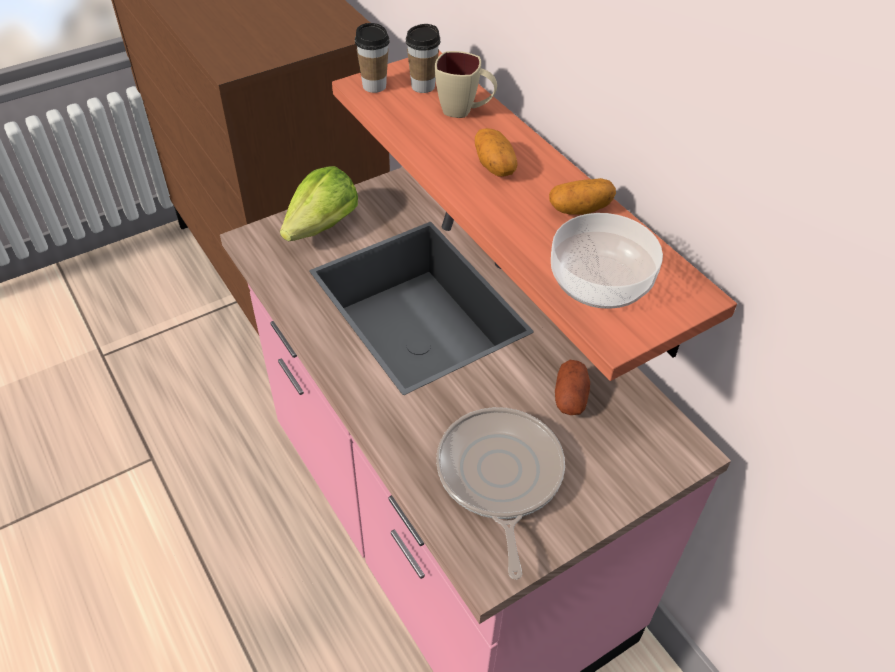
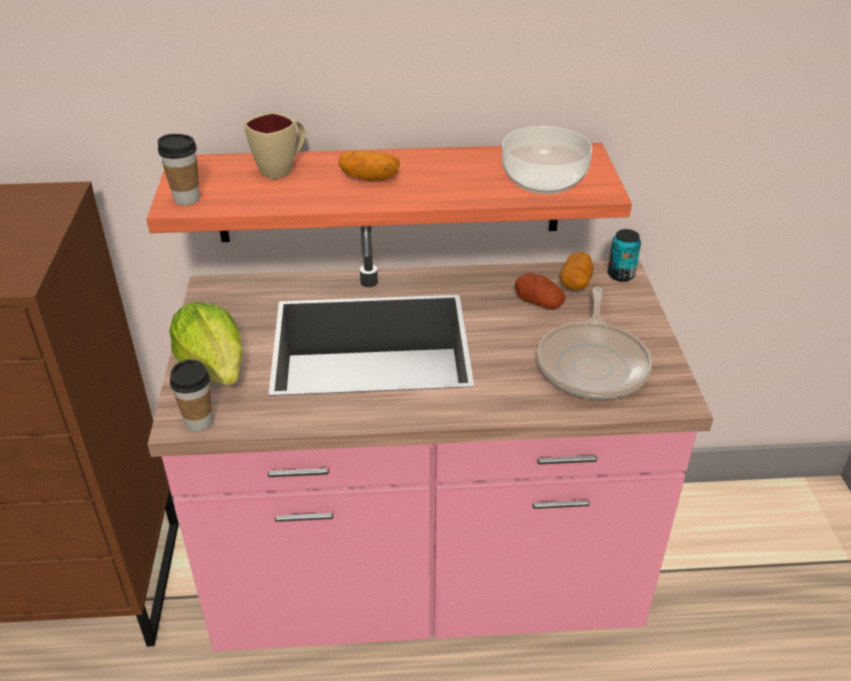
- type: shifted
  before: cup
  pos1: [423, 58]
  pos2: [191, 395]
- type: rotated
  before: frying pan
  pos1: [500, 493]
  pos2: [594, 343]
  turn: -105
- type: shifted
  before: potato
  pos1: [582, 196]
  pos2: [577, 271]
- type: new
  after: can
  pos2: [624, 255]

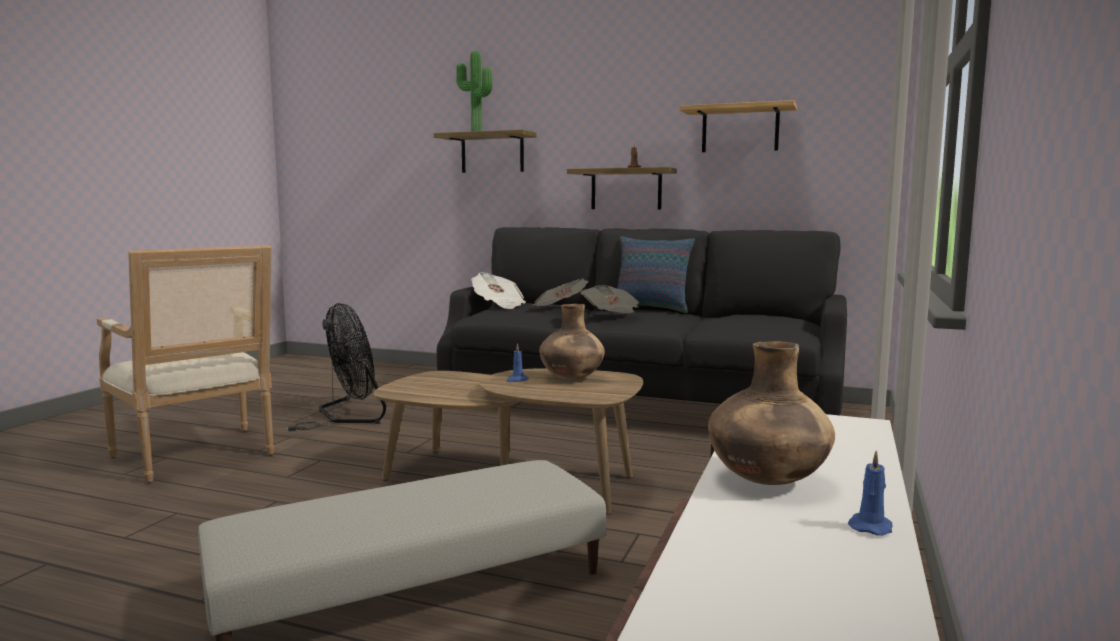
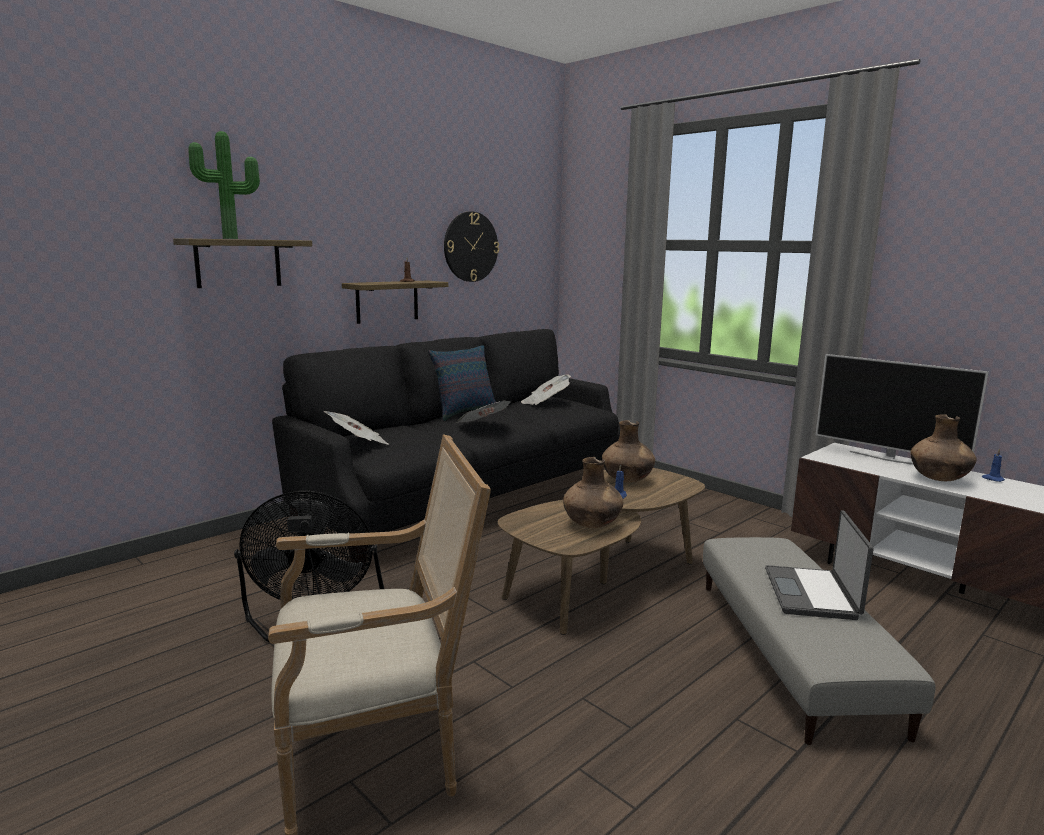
- type: swapped
  before: shelf
  after: wall clock
  pos1: [738, 126]
  pos2: [471, 247]
- type: shifted
  before: newspaper
  pos1: [560, 292]
  pos2: [546, 390]
- type: new
  after: vase/brown
  pos2: [593, 492]
- type: new
  after: laptop
  pos2: [819, 565]
- type: new
  after: television
  pos2: [902, 409]

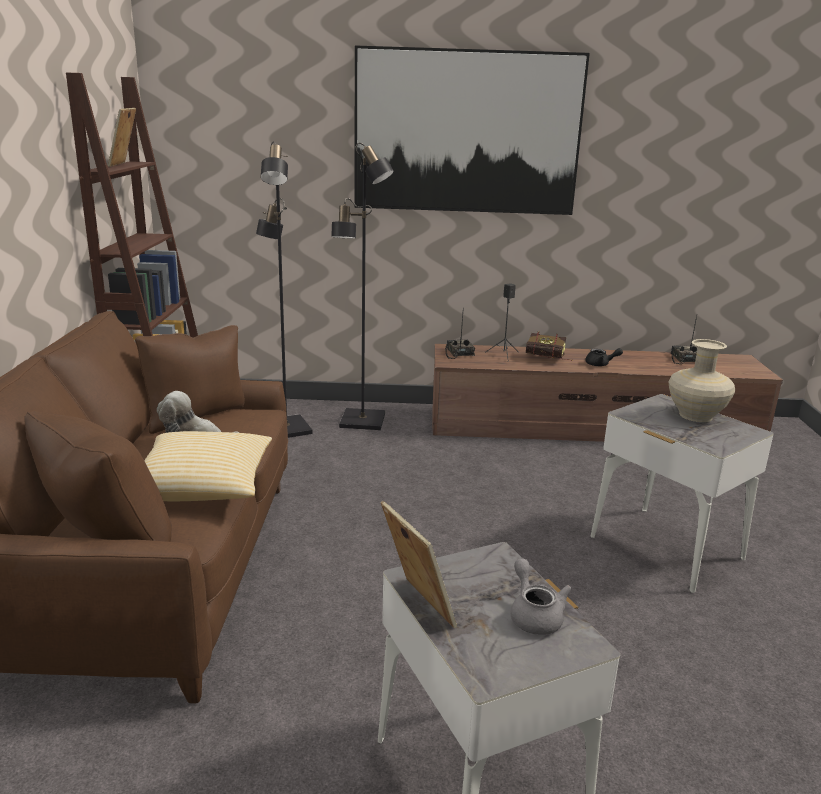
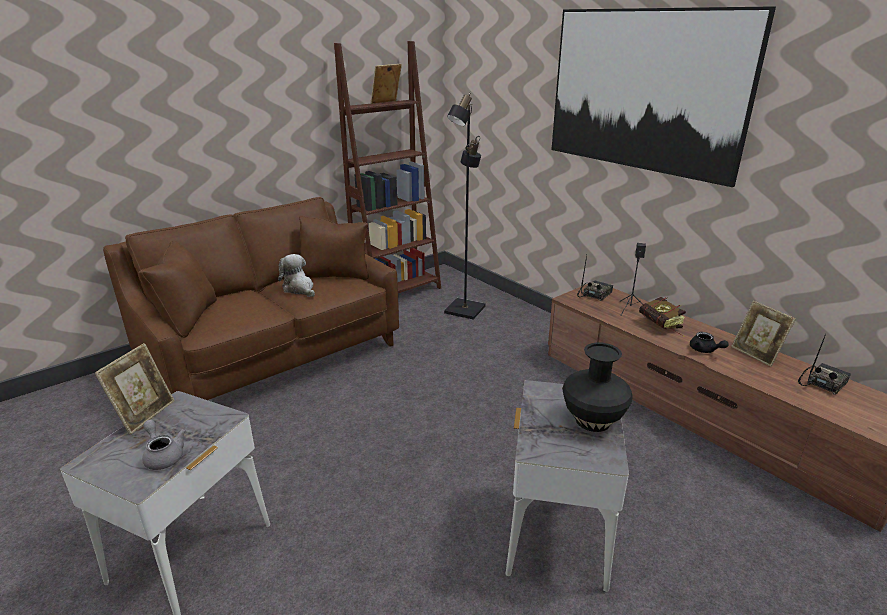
- type: rotated
  before: teapot/grey
  pos1: [541, 597]
  pos2: [164, 445]
  turn: -75
- type: repainted
  before: vase/beige
  after: vase/black
  pos1: [702, 380]
  pos2: [597, 387]
- type: new
  after: picture frame
  pos2: [763, 333]
- type: gone
  before: pillow
  pos1: [208, 466]
- type: gone
  before: floor lamp/black
  pos1: [362, 286]

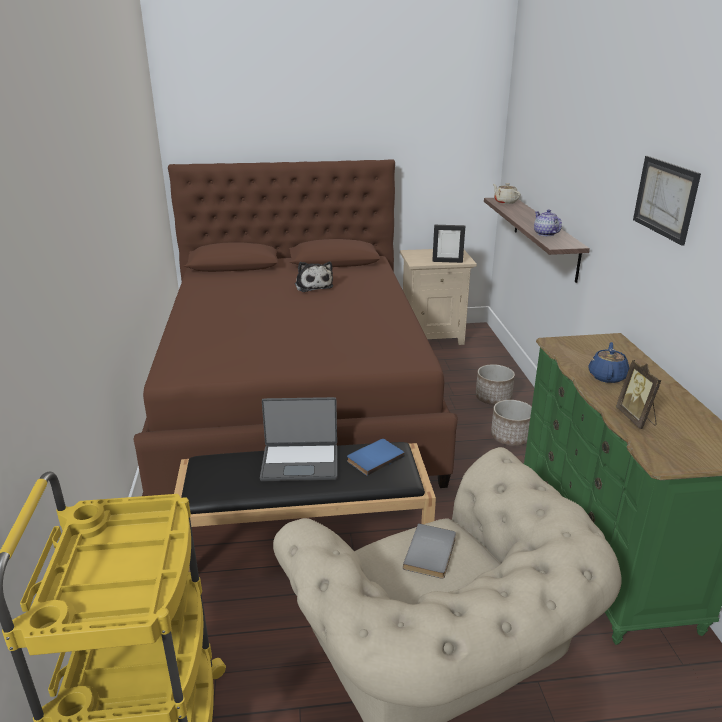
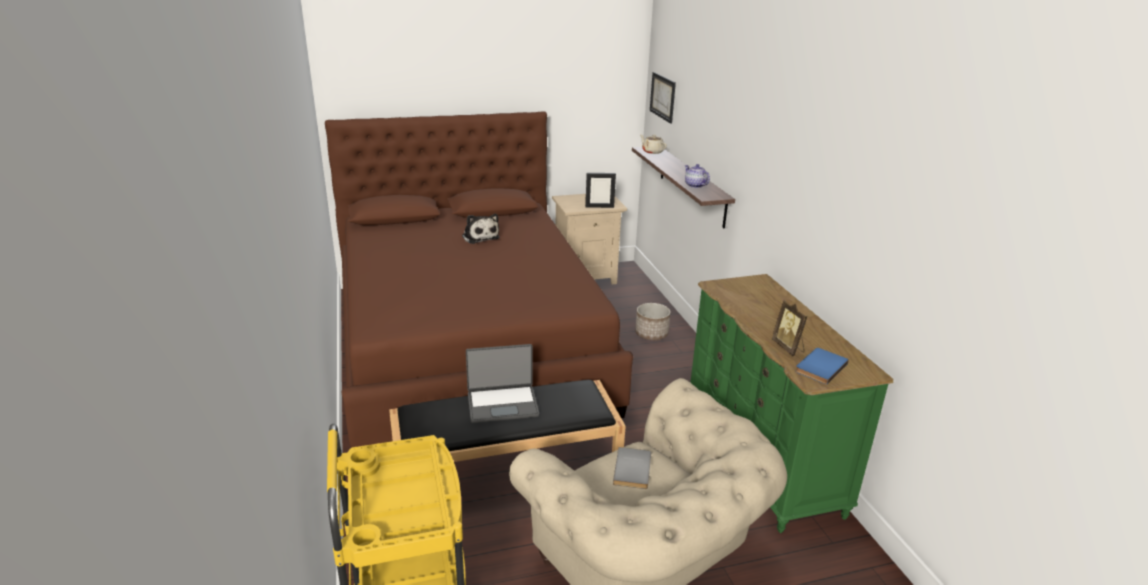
- type: shifted
  before: picture
  pos1: [667, 200]
  pos2: [663, 98]
- type: shifted
  before: book/blue
  pos1: [376, 457]
  pos2: [822, 366]
- type: gone
  before: planter
  pos1: [511, 423]
- type: gone
  before: teapot/blue
  pos1: [608, 362]

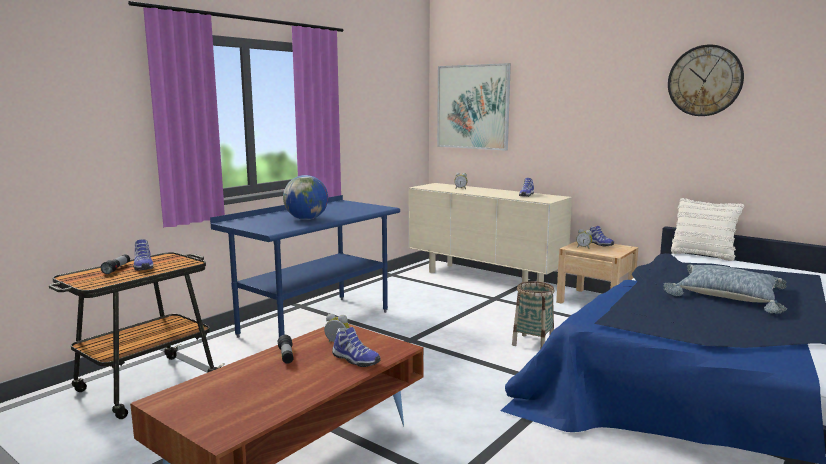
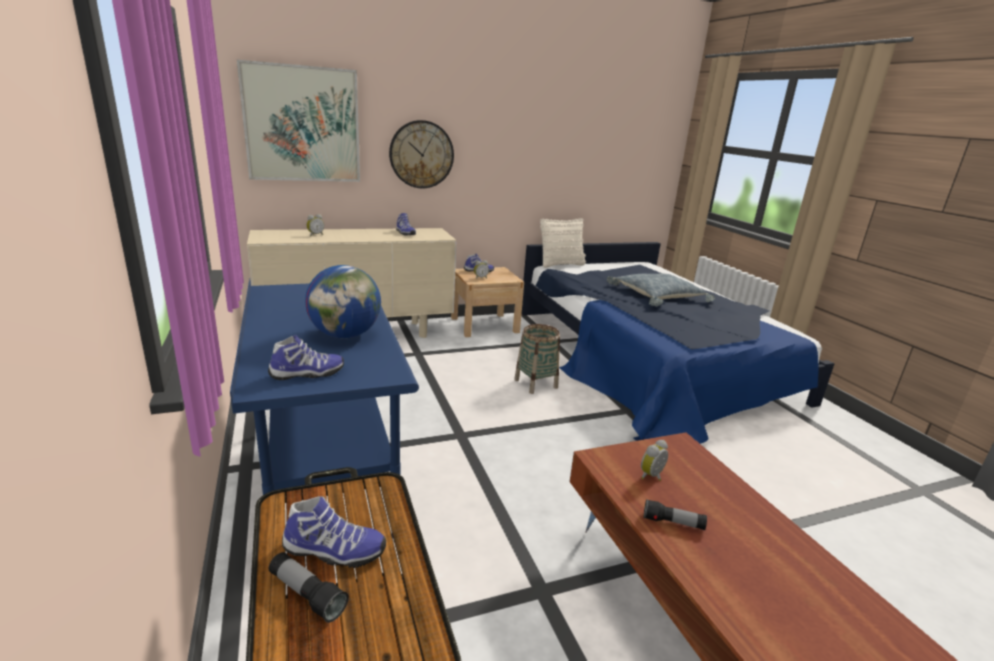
- type: shifted
  before: shoe
  pos1: [356, 347]
  pos2: [306, 357]
- type: shifted
  before: wall clock
  pos1: [706, 80]
  pos2: [421, 154]

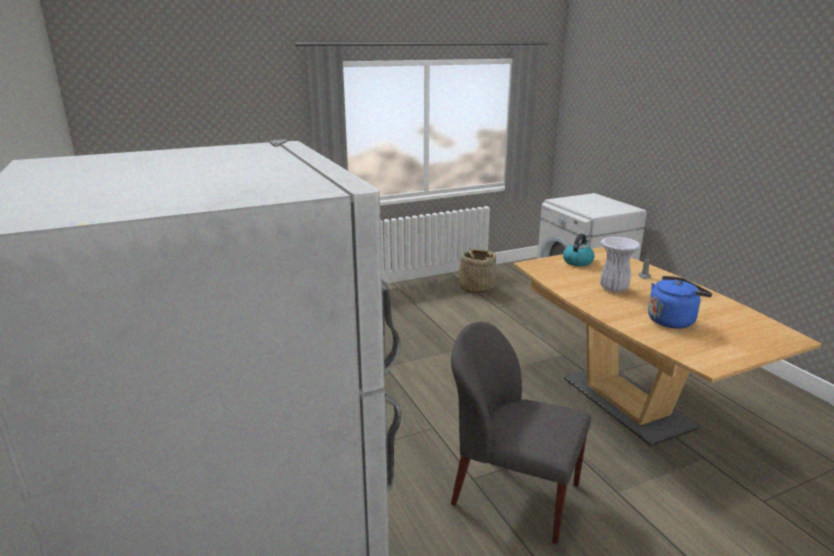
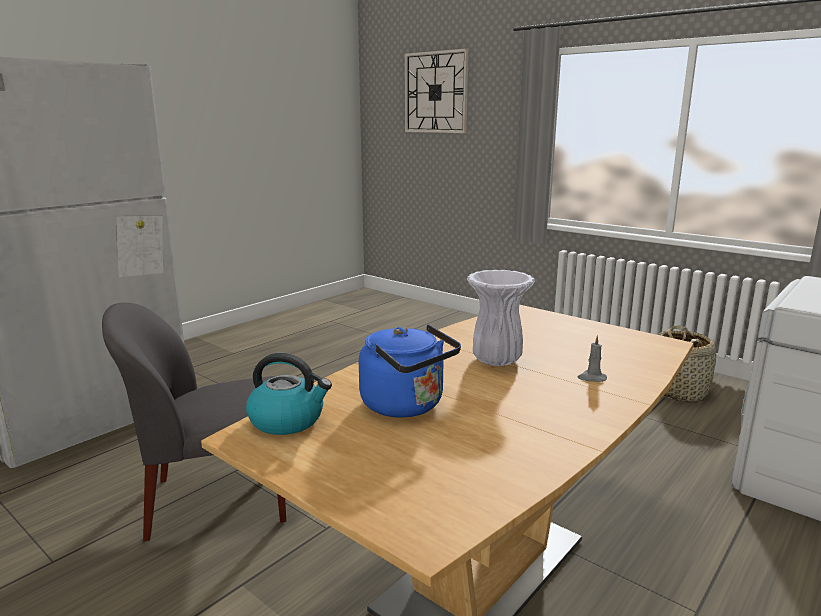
- type: rotated
  before: chair/grey
  pos1: [521, 433]
  pos2: [194, 422]
  turn: -105
- type: shifted
  before: kettle
  pos1: [579, 250]
  pos2: [289, 394]
- type: new
  after: wall clock
  pos2: [437, 90]

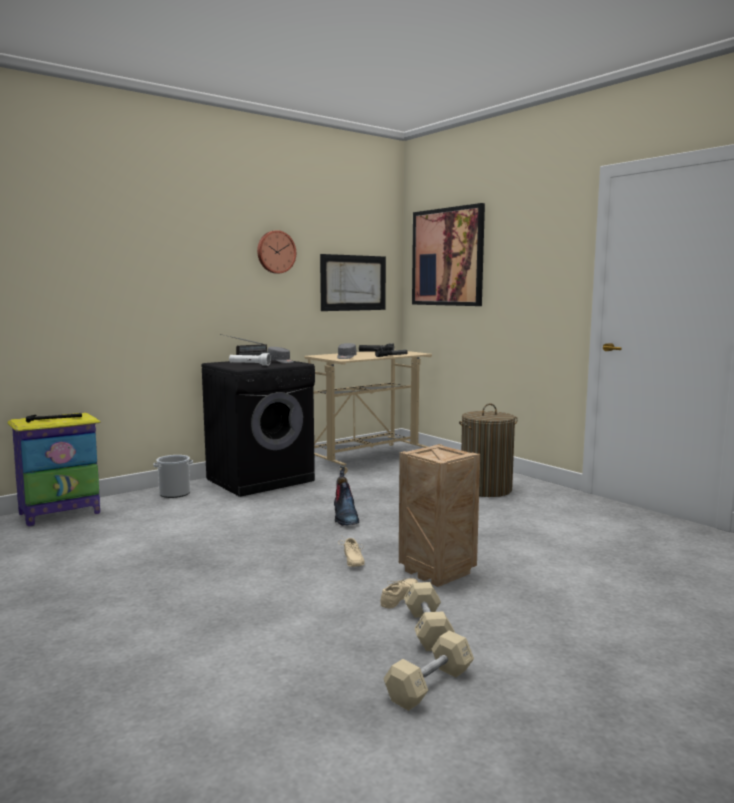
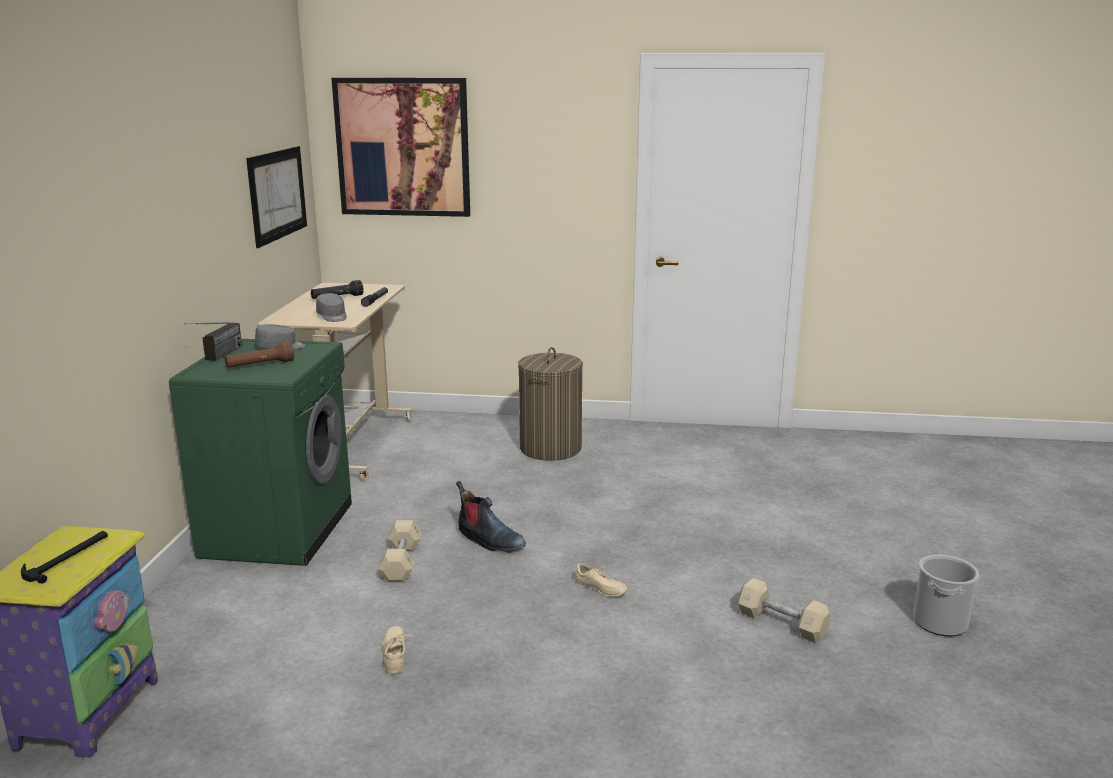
- type: repainted
  before: washing machine/black
  after: washing machine/green
  pos1: [258, 428]
  pos2: [260, 452]
- type: repainted
  before: flashlight/white
  after: flashlight/brown
  pos1: [250, 359]
  pos2: [259, 355]
- type: shifted
  before: dumbbell/beige
  pos1: [429, 671]
  pos2: [400, 551]
- type: shifted
  before: shoe/beige
  pos1: [399, 593]
  pos2: [396, 650]
- type: shifted
  before: bucket
  pos1: [173, 476]
  pos2: [946, 595]
- type: gone
  before: wall clock
  pos1: [276, 252]
- type: gone
  before: crate
  pos1: [439, 515]

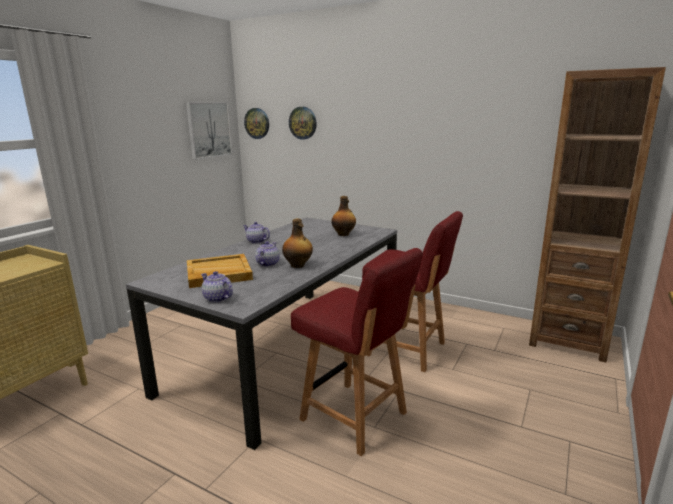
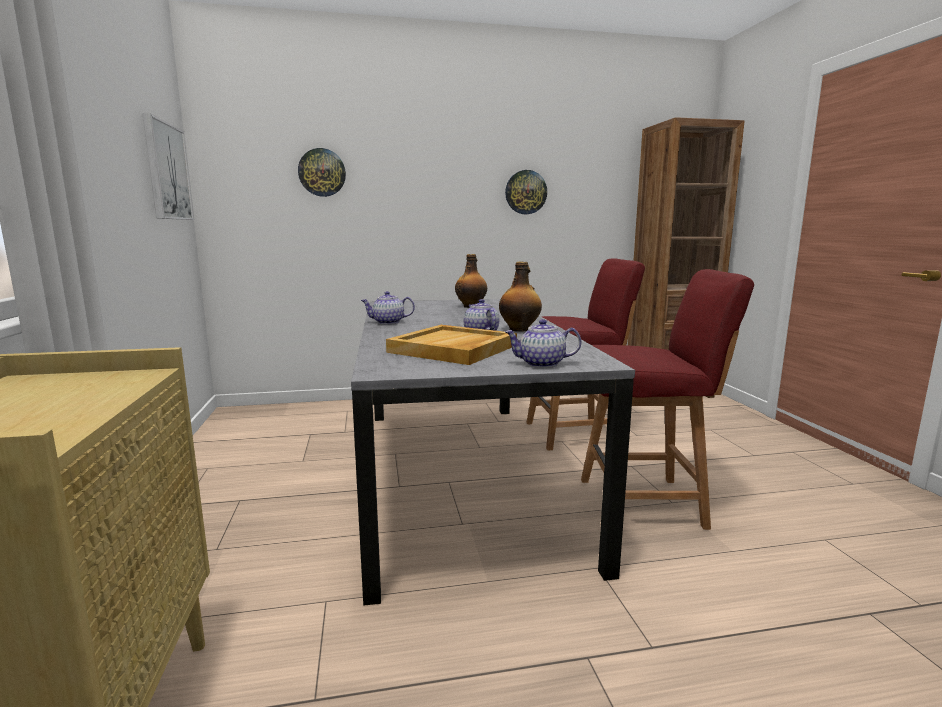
- type: shifted
  before: wall clock
  pos1: [256, 123]
  pos2: [526, 192]

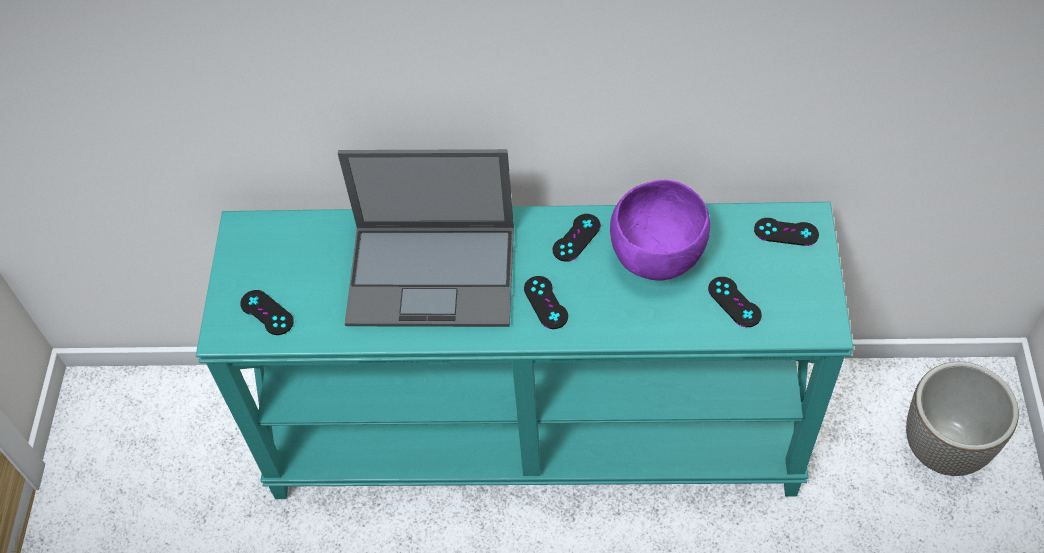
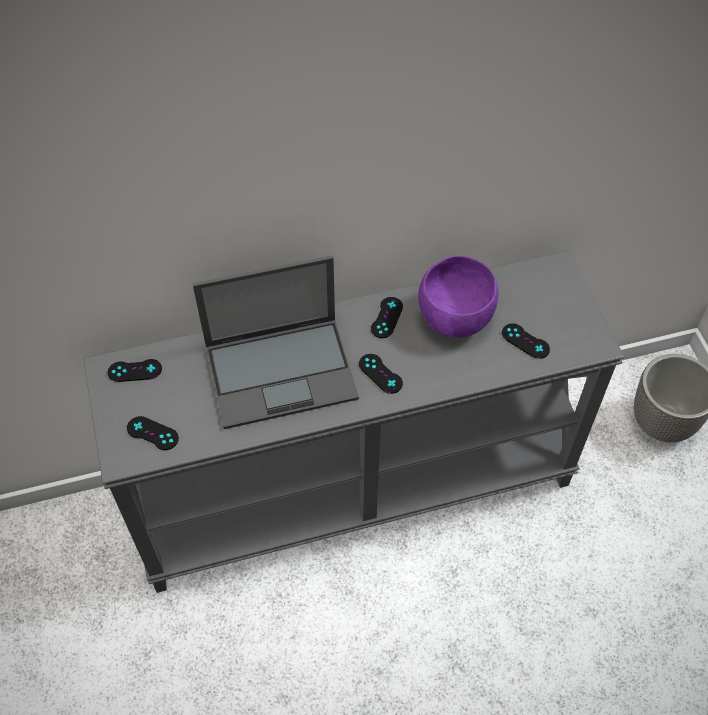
- type: repainted
  before: console table/turquoise
  after: console table/grey
  pos1: [525, 350]
  pos2: [354, 421]
- type: shifted
  before: game controller/black
  pos1: [786, 232]
  pos2: [135, 370]

